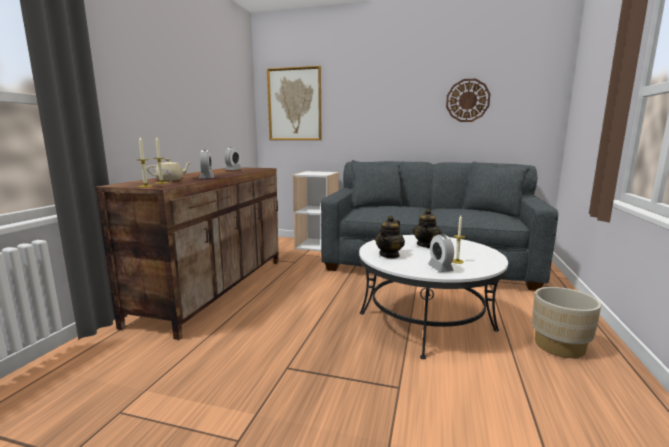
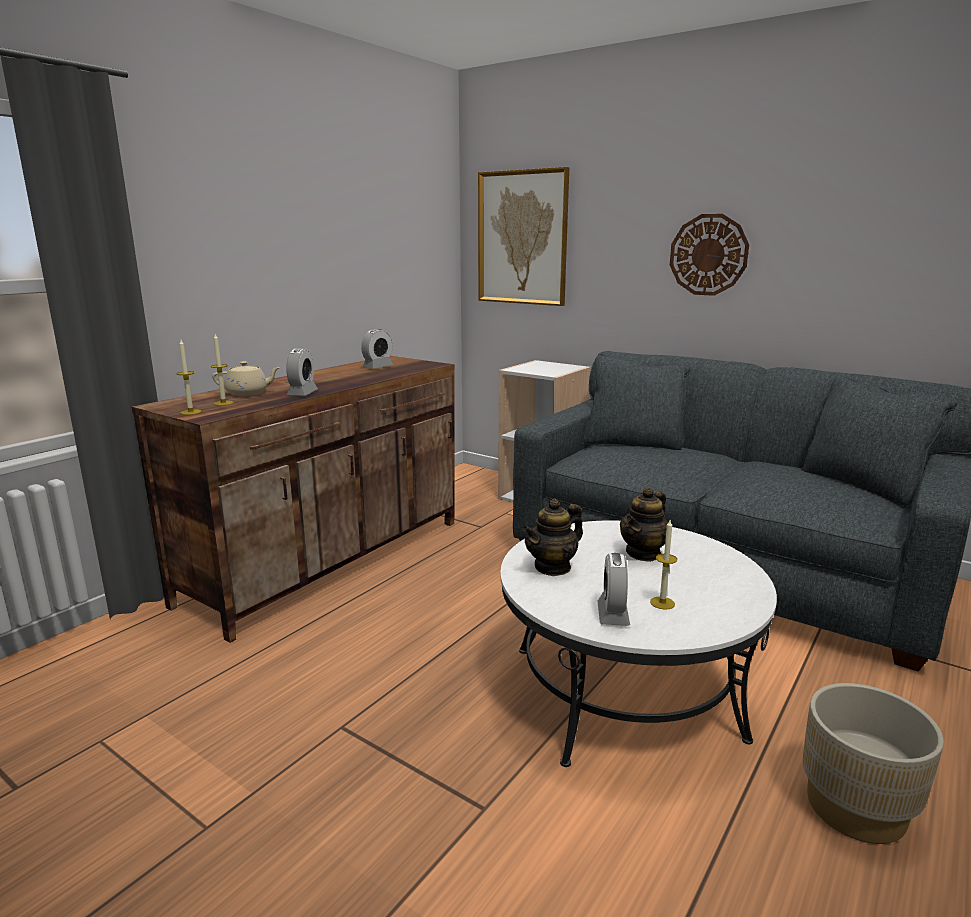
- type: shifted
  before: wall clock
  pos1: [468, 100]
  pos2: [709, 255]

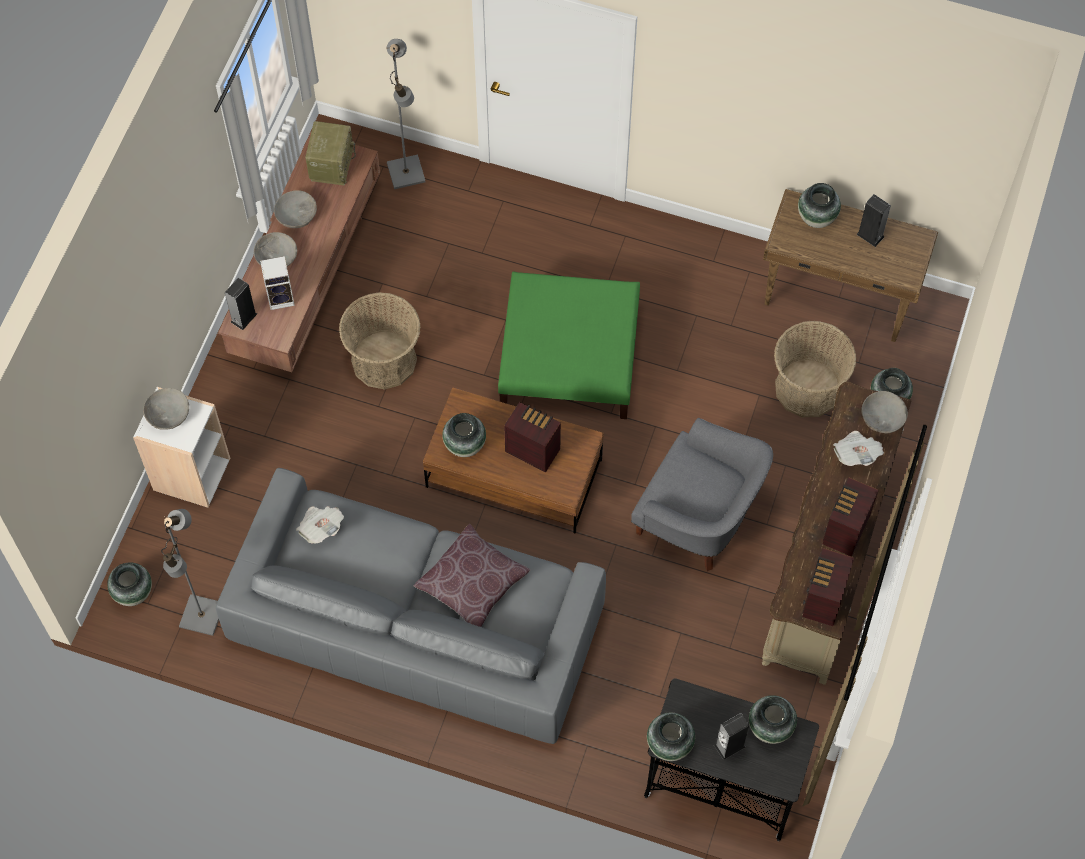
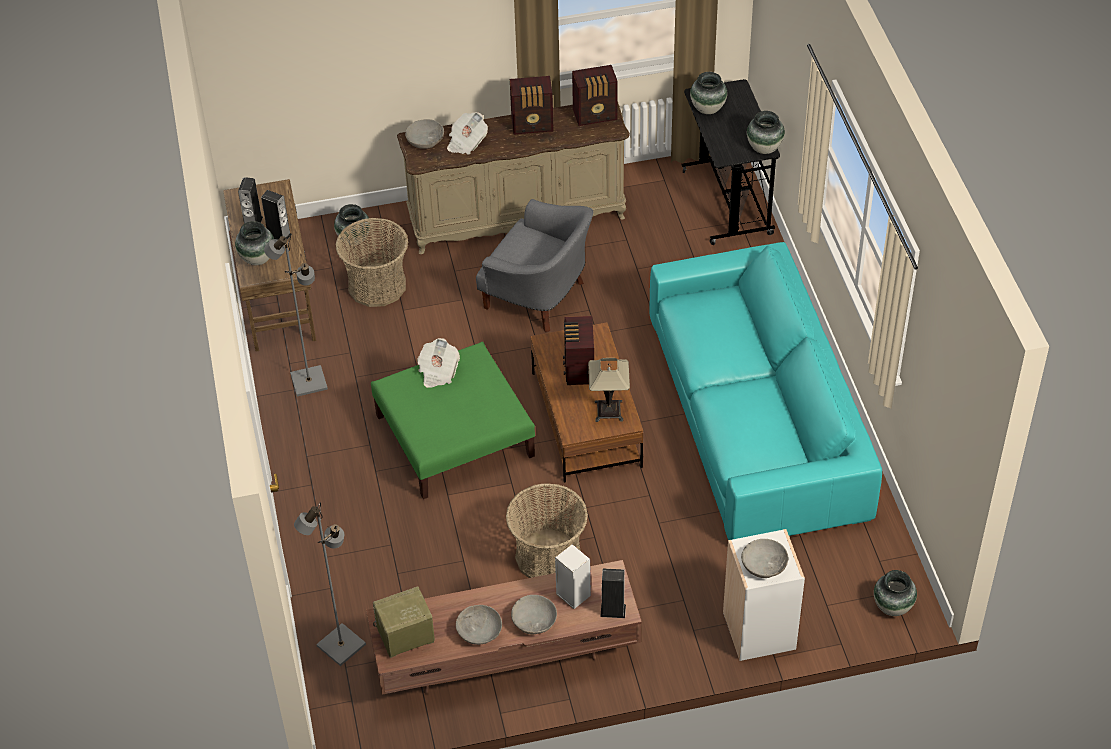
- type: shifted
  before: speaker
  pos1: [731, 736]
  pos2: [276, 215]
- type: shifted
  before: floor lamp/grey
  pos1: [190, 572]
  pos2: [296, 316]
- type: shifted
  before: newspaper
  pos1: [320, 524]
  pos2: [438, 363]
- type: rotated
  before: armchair/grey
  pos1: [702, 494]
  pos2: [534, 266]
  turn: 120
- type: swapped
  before: vase
  after: table lamp
  pos1: [464, 435]
  pos2: [609, 390]
- type: repainted
  before: sofa/grey
  after: sofa/turquoise
  pos1: [411, 606]
  pos2: [766, 391]
- type: gone
  before: pillow/brown
  pos1: [472, 575]

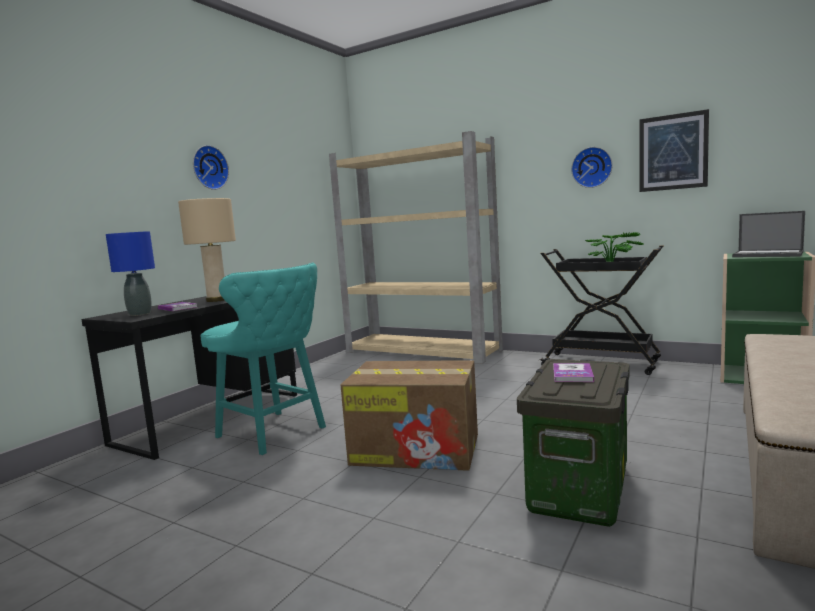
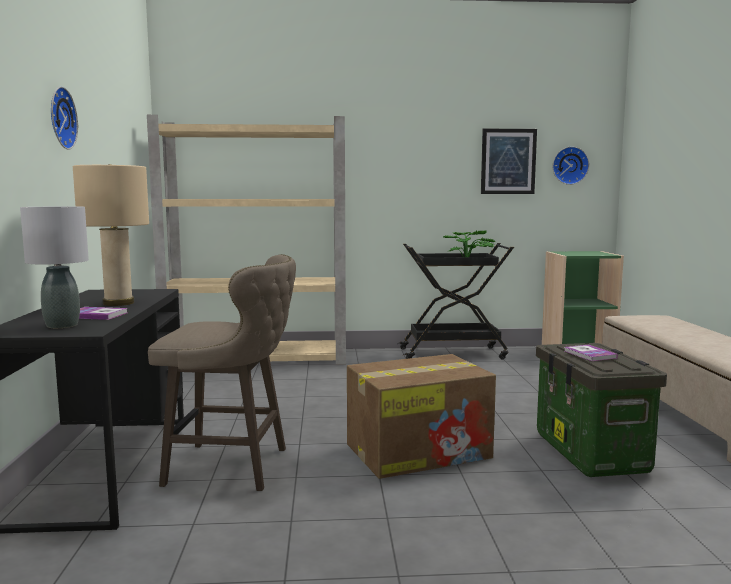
- type: repainted
  before: table lamp/blue
  after: table lamp/grey
  pos1: [130, 273]
  pos2: [54, 267]
- type: repainted
  before: stool/turquoise
  after: stool/beige
  pos1: [263, 359]
  pos2: [222, 372]
- type: shifted
  before: wall clock
  pos1: [592, 167]
  pos2: [571, 165]
- type: gone
  before: laptop
  pos1: [768, 234]

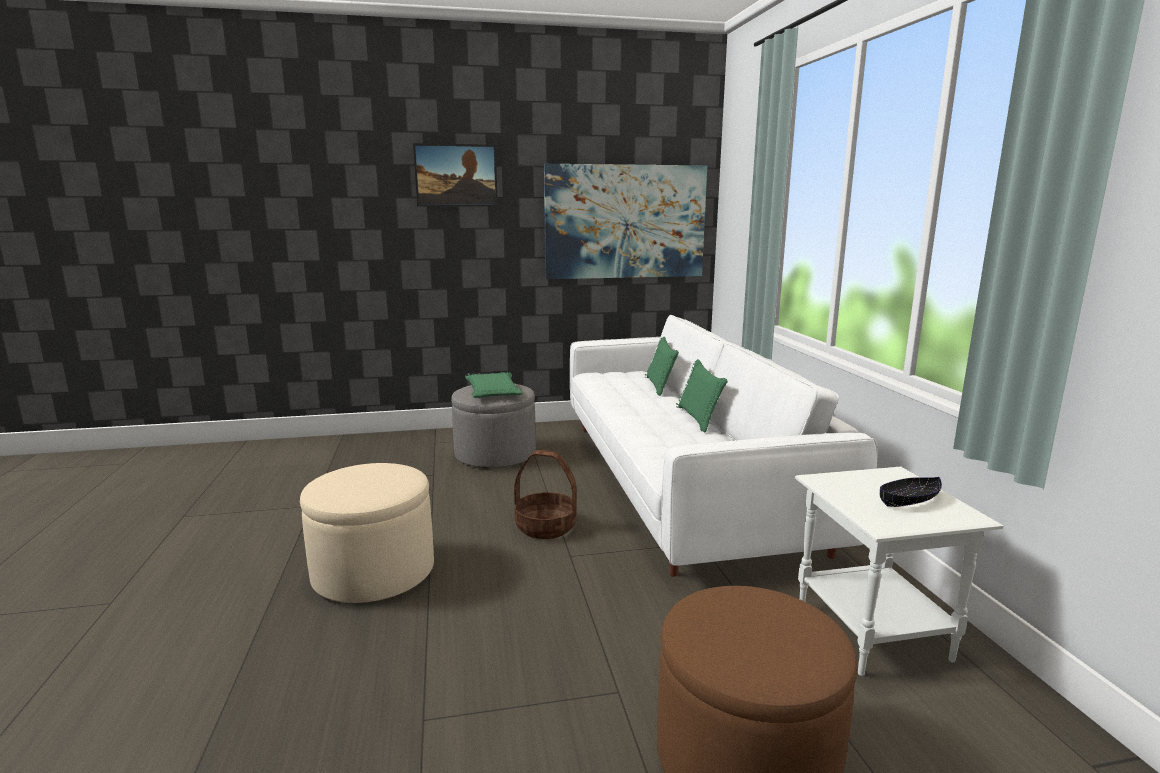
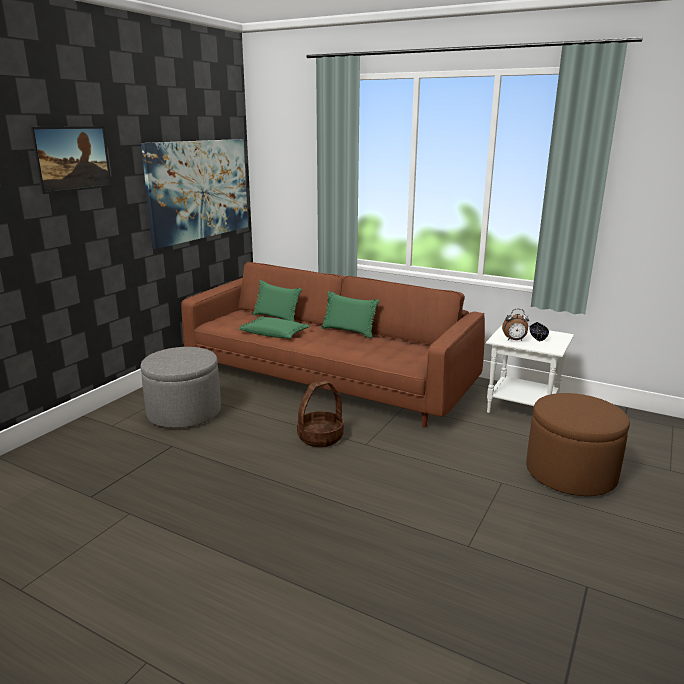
- type: repainted
  before: sofa/white
  after: sofa/brown
  pos1: [723, 446]
  pos2: [333, 344]
- type: shifted
  before: pillow/green
  pos1: [494, 385]
  pos2: [274, 327]
- type: new
  after: alarm clock
  pos2: [515, 325]
- type: gone
  before: ottoman/beige
  pos1: [367, 533]

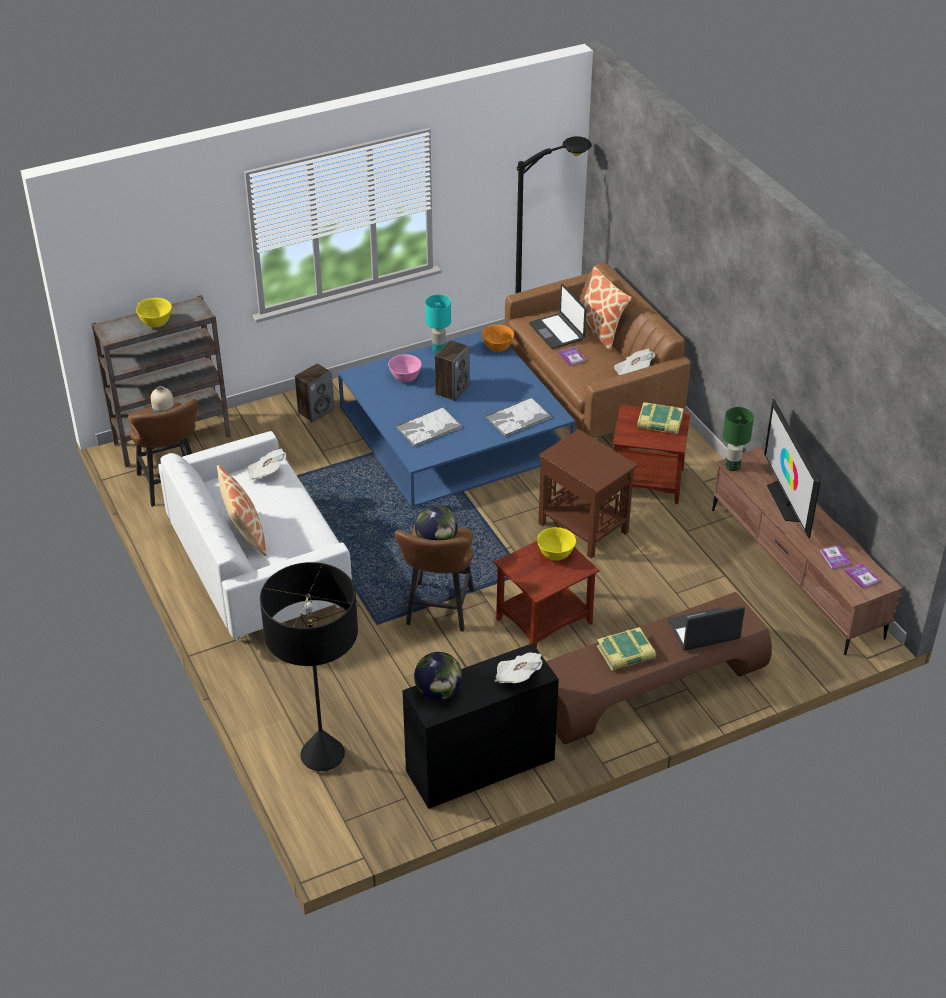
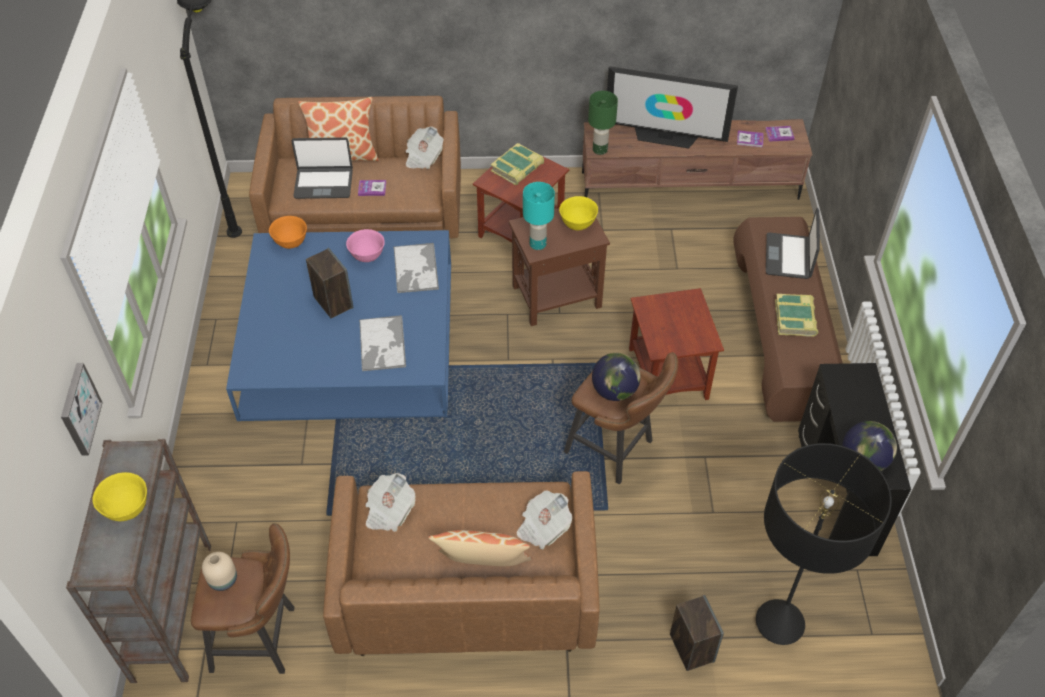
- type: new
  after: picture
  pos2: [82, 409]
- type: repainted
  before: sofa/white
  after: sofa/brown
  pos1: [255, 536]
  pos2: [461, 563]
- type: shifted
  before: bowl/pink
  pos1: [405, 368]
  pos2: [365, 245]
- type: shifted
  before: newspaper
  pos1: [518, 667]
  pos2: [544, 519]
- type: shifted
  before: table lamp/turquoise
  pos1: [438, 324]
  pos2: [539, 216]
- type: shifted
  before: bowl/yellow
  pos1: [556, 544]
  pos2: [578, 213]
- type: shifted
  before: speaker
  pos1: [314, 392]
  pos2: [697, 633]

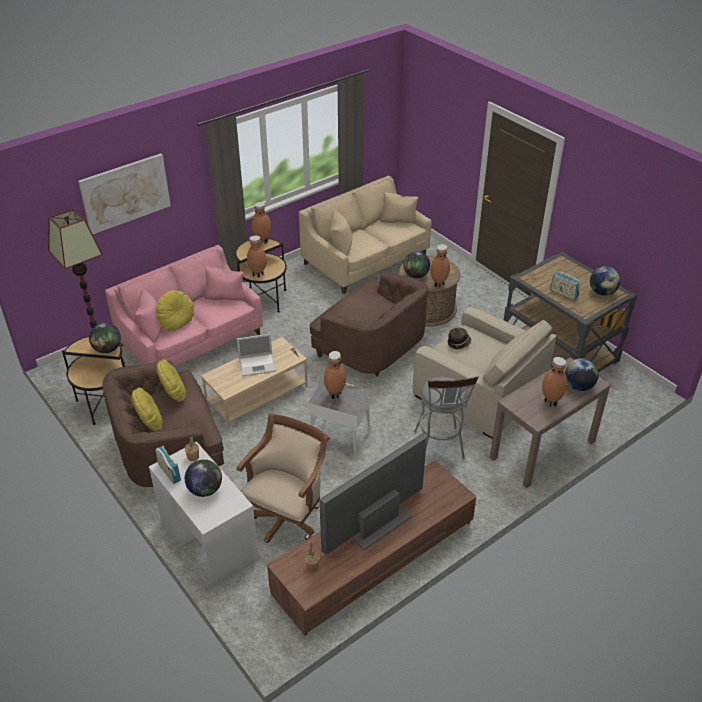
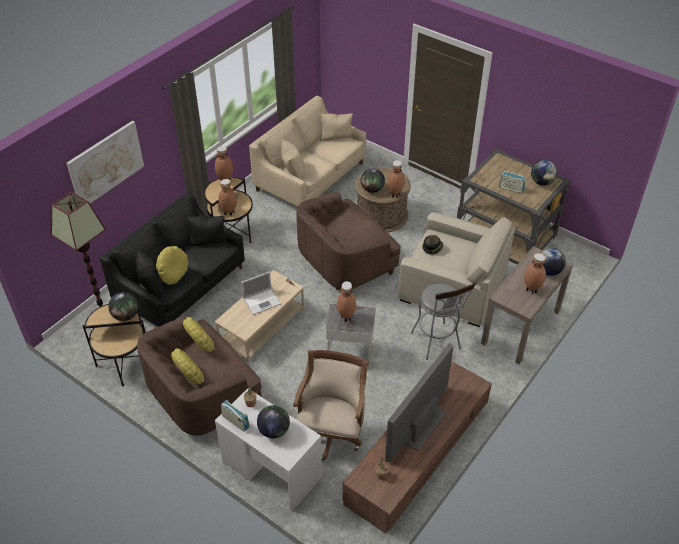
- type: repainted
  before: sofa/pink
  after: sofa/black
  pos1: [184, 306]
  pos2: [172, 259]
- type: rotated
  before: armchair/brown
  pos1: [369, 323]
  pos2: [348, 241]
  turn: 120

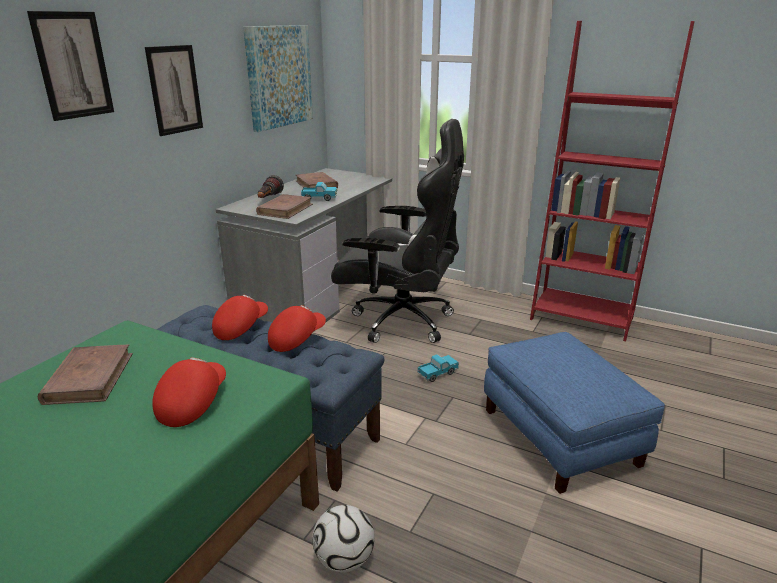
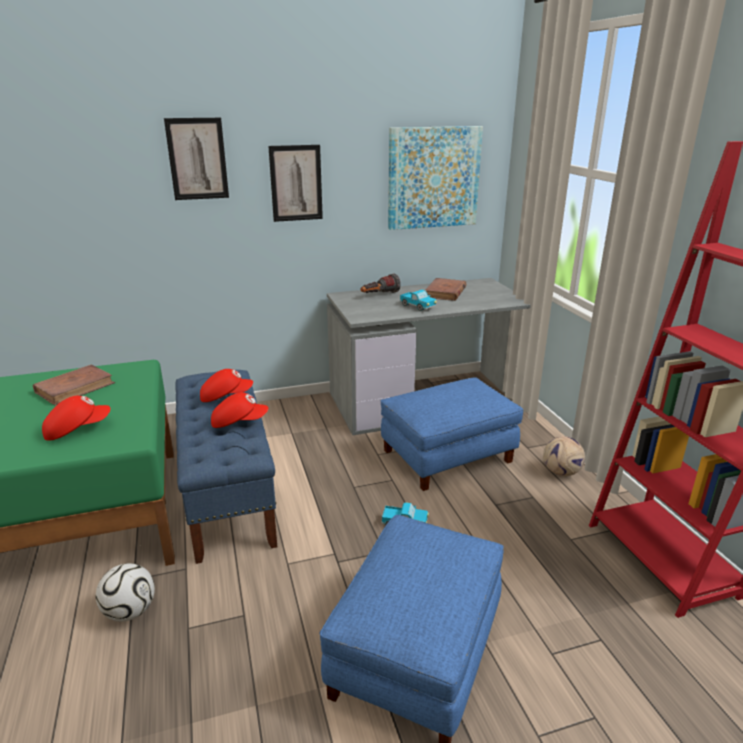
- type: swapped
  before: office chair/black
  after: ottoman/blue
  pos1: [397, 231]
  pos2: [452, 434]
- type: new
  after: football
  pos2: [564, 456]
- type: gone
  before: book/brown
  pos1: [284, 206]

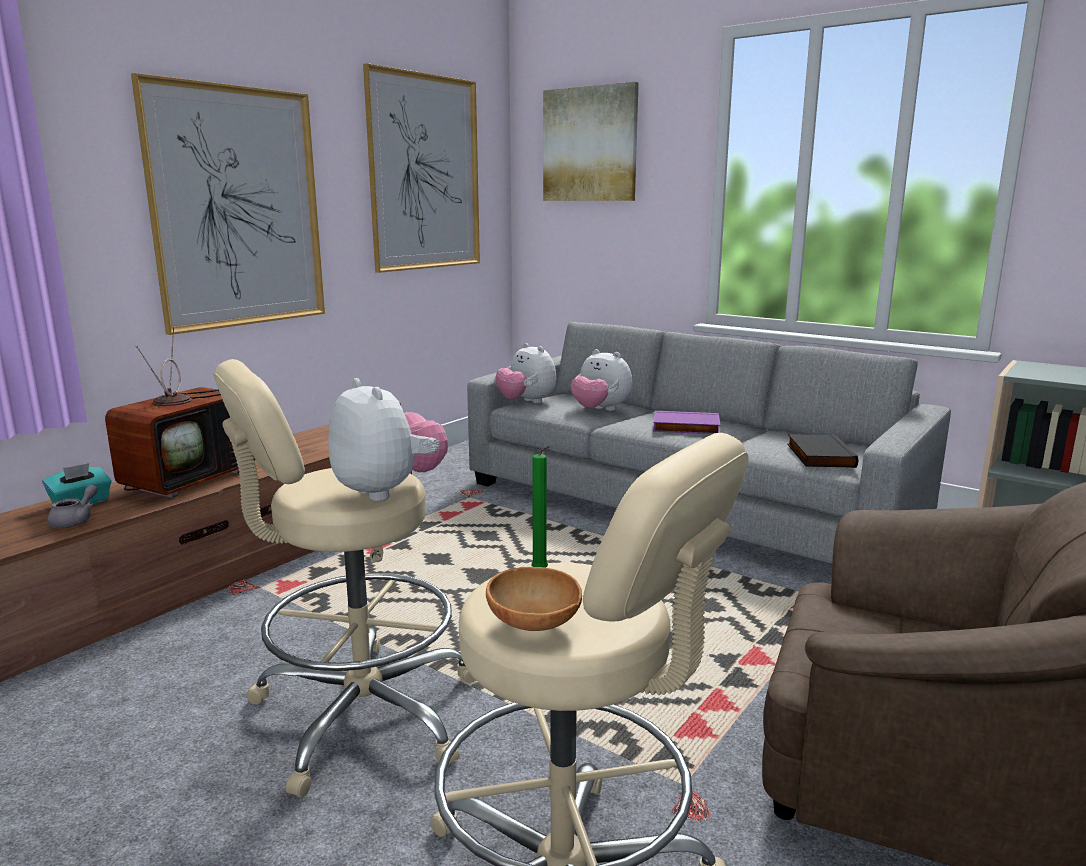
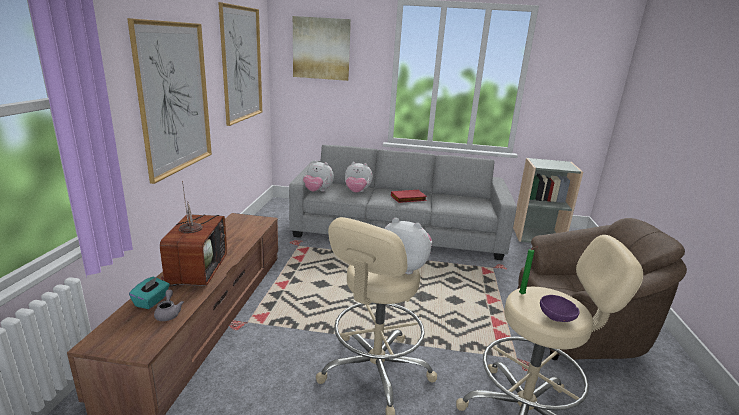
- type: repainted
  before: book/purple
  after: book/red
  pos1: [687, 422]
  pos2: [409, 196]
- type: repainted
  before: bowl/brown
  after: bowl/purple
  pos1: [534, 599]
  pos2: [560, 308]
- type: gone
  before: book/black
  pos1: [823, 451]

